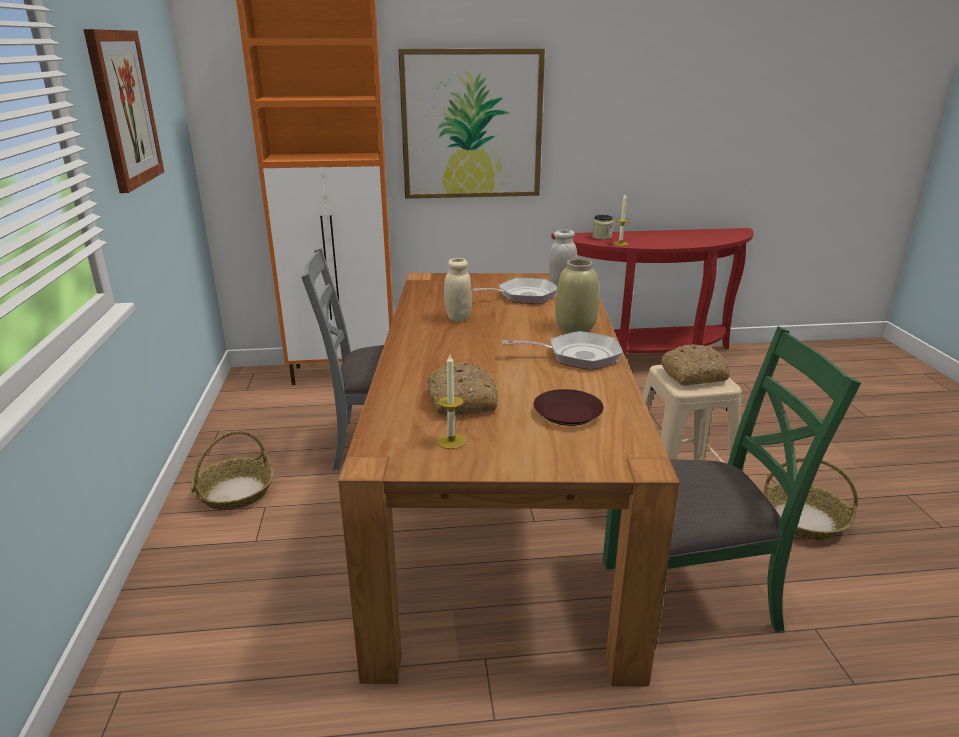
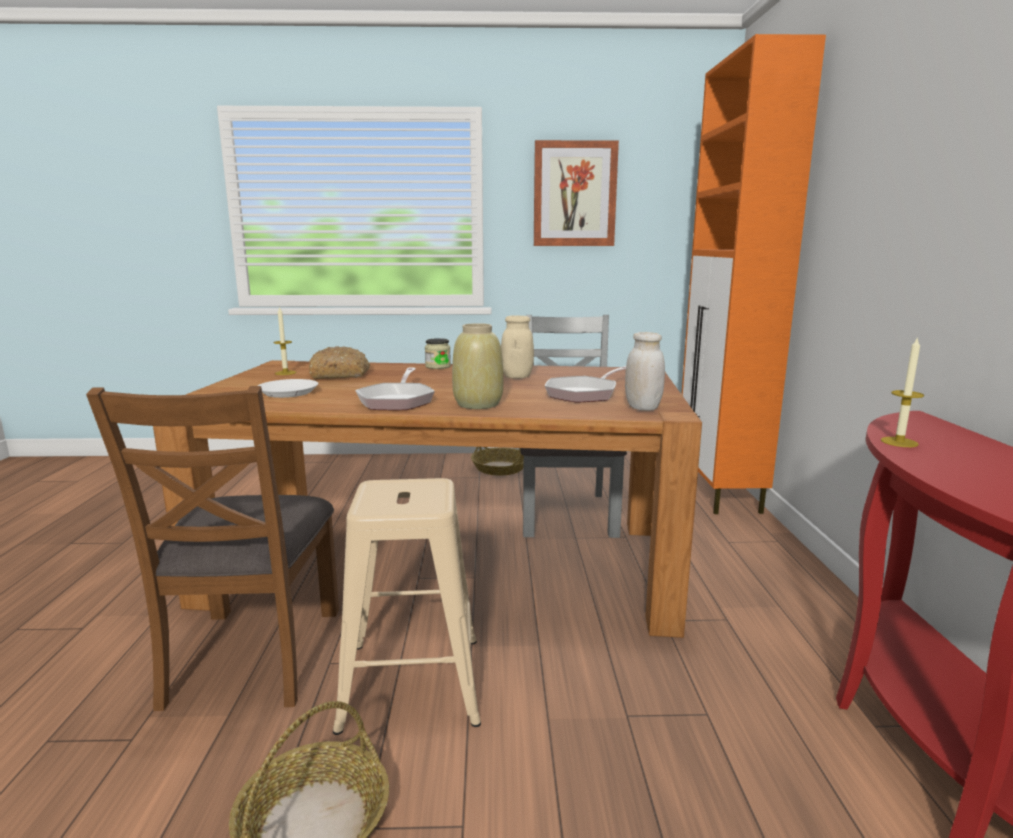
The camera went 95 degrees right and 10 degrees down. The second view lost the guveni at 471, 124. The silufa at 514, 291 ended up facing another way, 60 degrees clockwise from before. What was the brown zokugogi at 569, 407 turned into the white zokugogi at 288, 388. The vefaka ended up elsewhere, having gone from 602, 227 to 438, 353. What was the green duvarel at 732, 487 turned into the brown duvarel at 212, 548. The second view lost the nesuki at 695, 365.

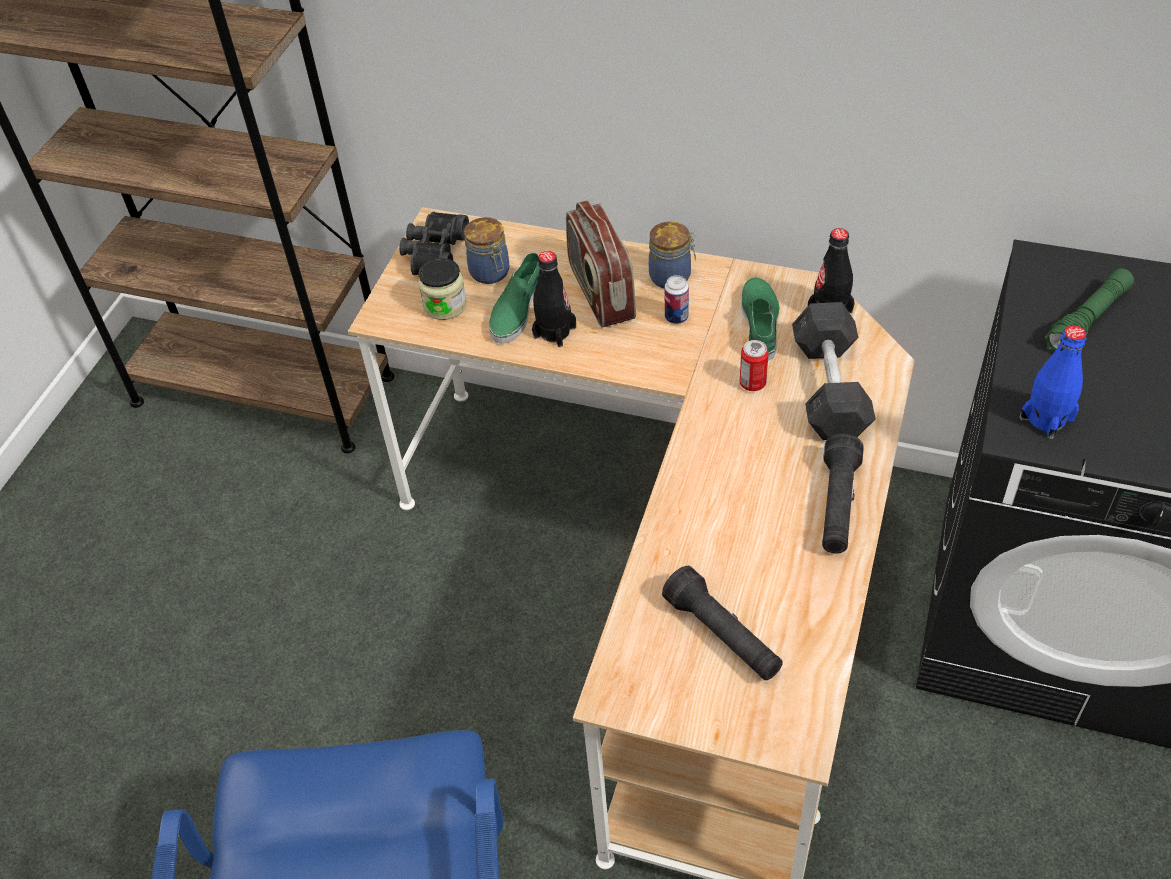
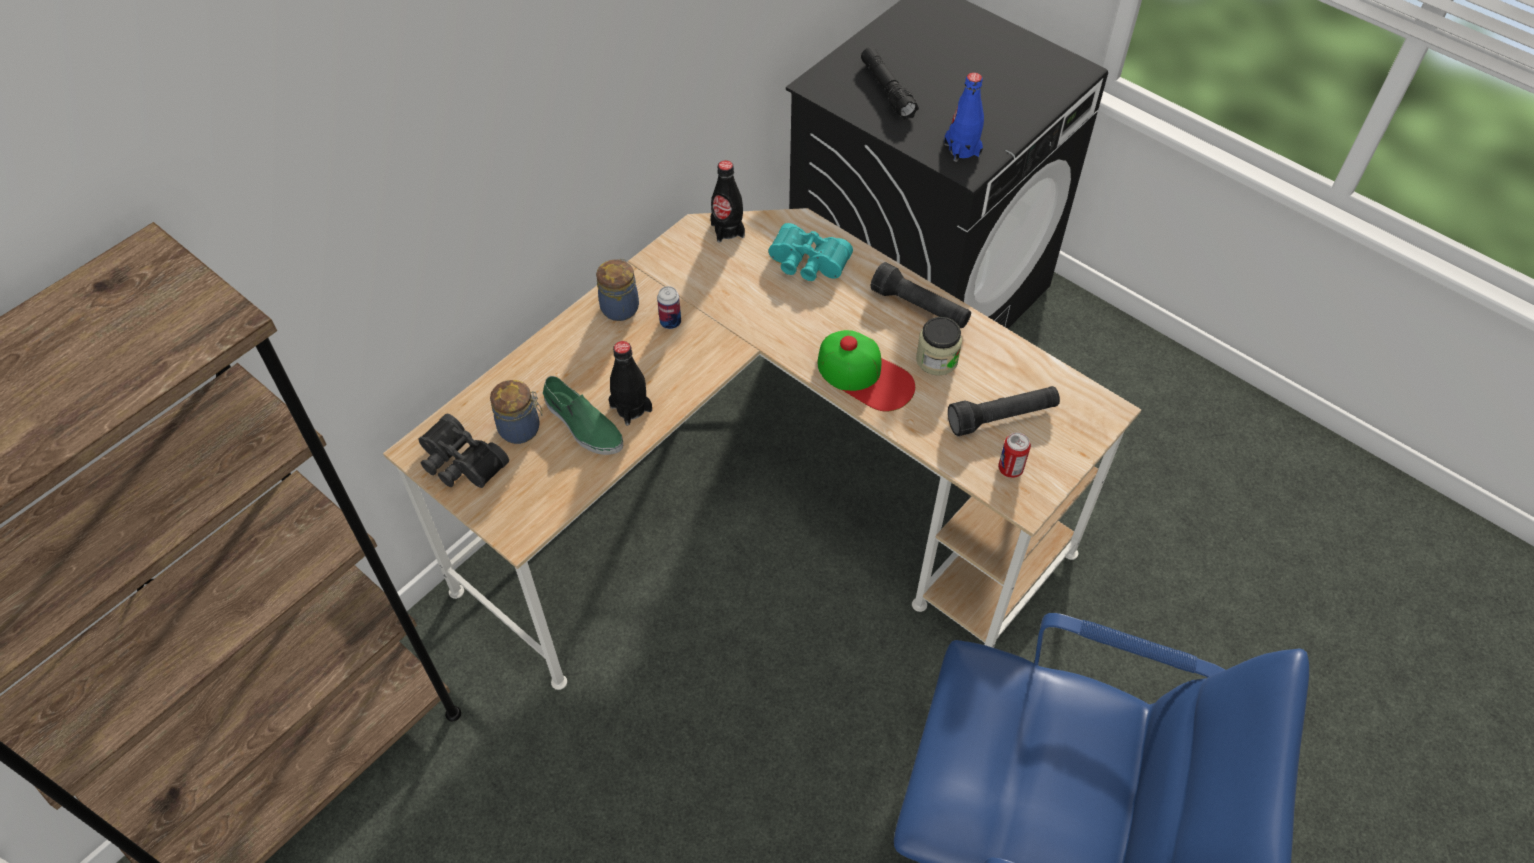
The camera went 70 degrees left and 5 degrees up. The vefaka ended up elsewhere, having gone from 442, 289 to 939, 346. The second view lost the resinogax at 601, 264. The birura ended up elsewhere, having gone from 754, 365 to 1014, 455. The second view lost the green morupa at 760, 319. Where the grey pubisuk stood at 834, 371, the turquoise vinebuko came to stand at 810, 252. What was the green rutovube at 1089, 310 turned into the black rutovube at 890, 83. The second view gained the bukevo at 866, 371.

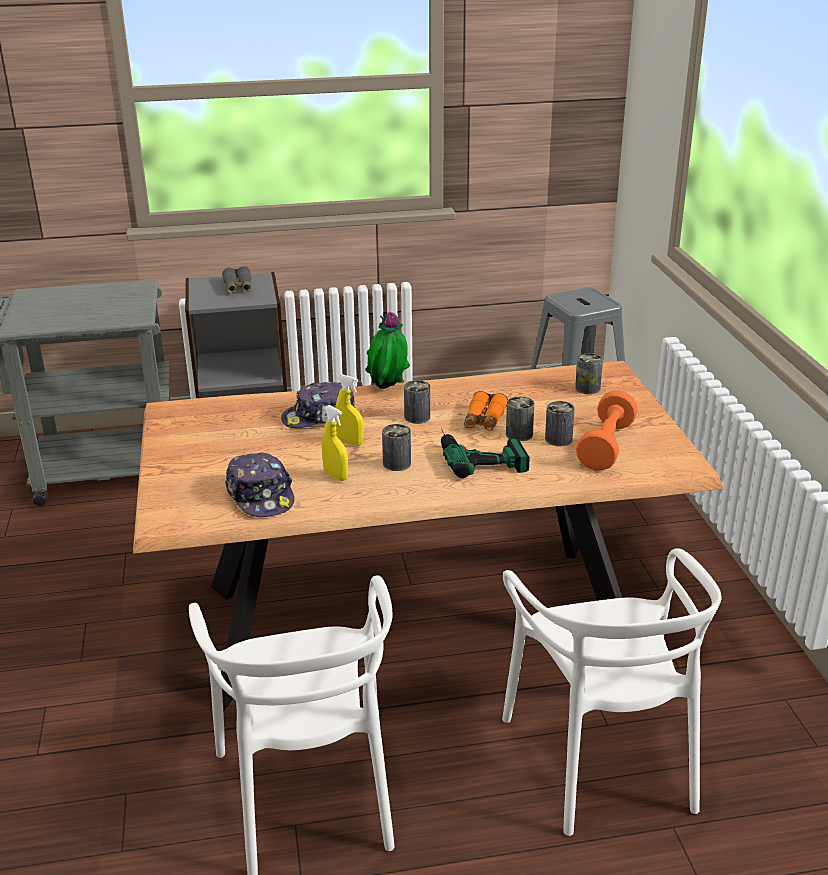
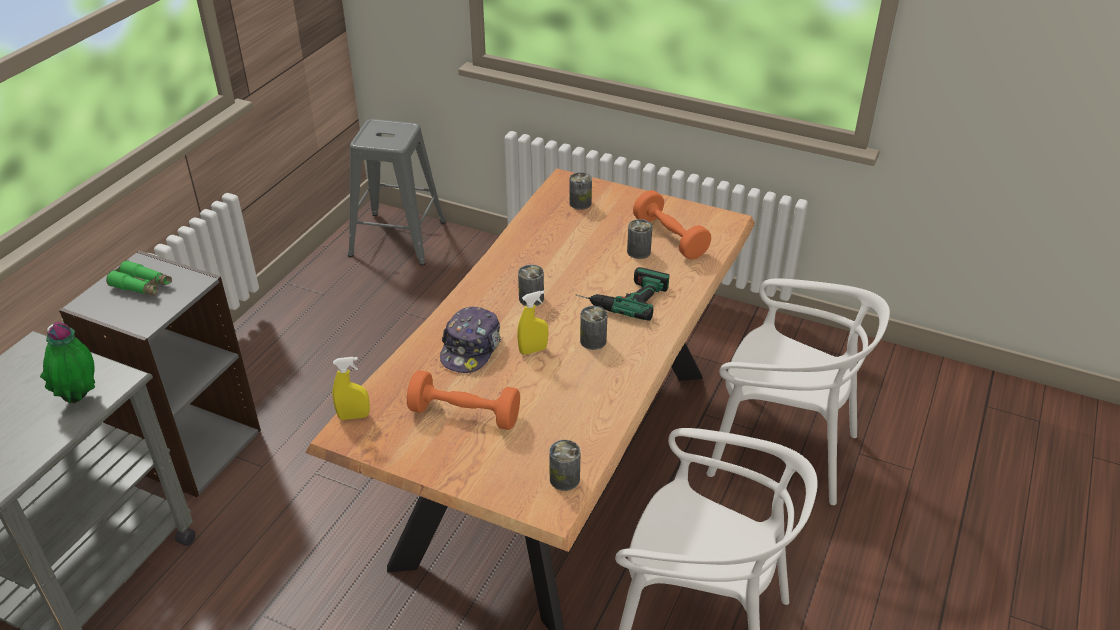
The camera went 55 degrees left and 10 degrees up. What was the grey vinebuko at 237, 279 turned into the green vinebuko at 139, 278. The second view lost the bukevo at 259, 485. The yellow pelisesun ended up elsewhere, having gone from 335, 443 to 351, 388. The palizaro ended up elsewhere, having gone from 387, 350 to 67, 363. The second view lost the orange vinebuko at 486, 411. The birura ended up elsewhere, having gone from 520, 419 to 564, 465. The second view gained the orange pubisuk at 463, 400.

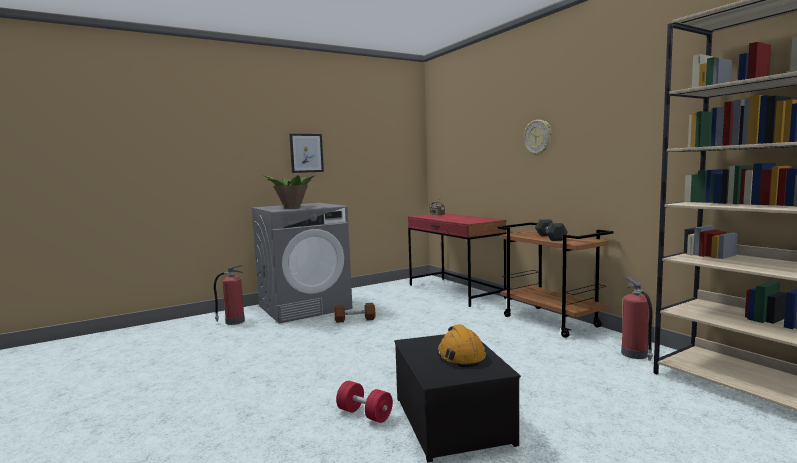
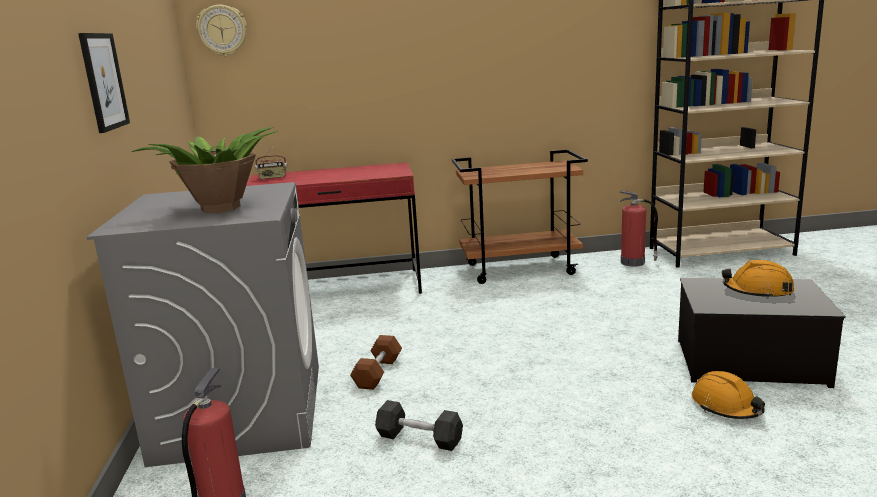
The camera went 65 degrees left and 10 degrees up. Where the red pubisuk stood at 364, 402, the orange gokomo came to stand at 728, 395. The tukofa ended up elsewhere, having gone from 538, 138 to 221, 30. The grey pubisuk ended up elsewhere, having gone from 551, 230 to 419, 425.

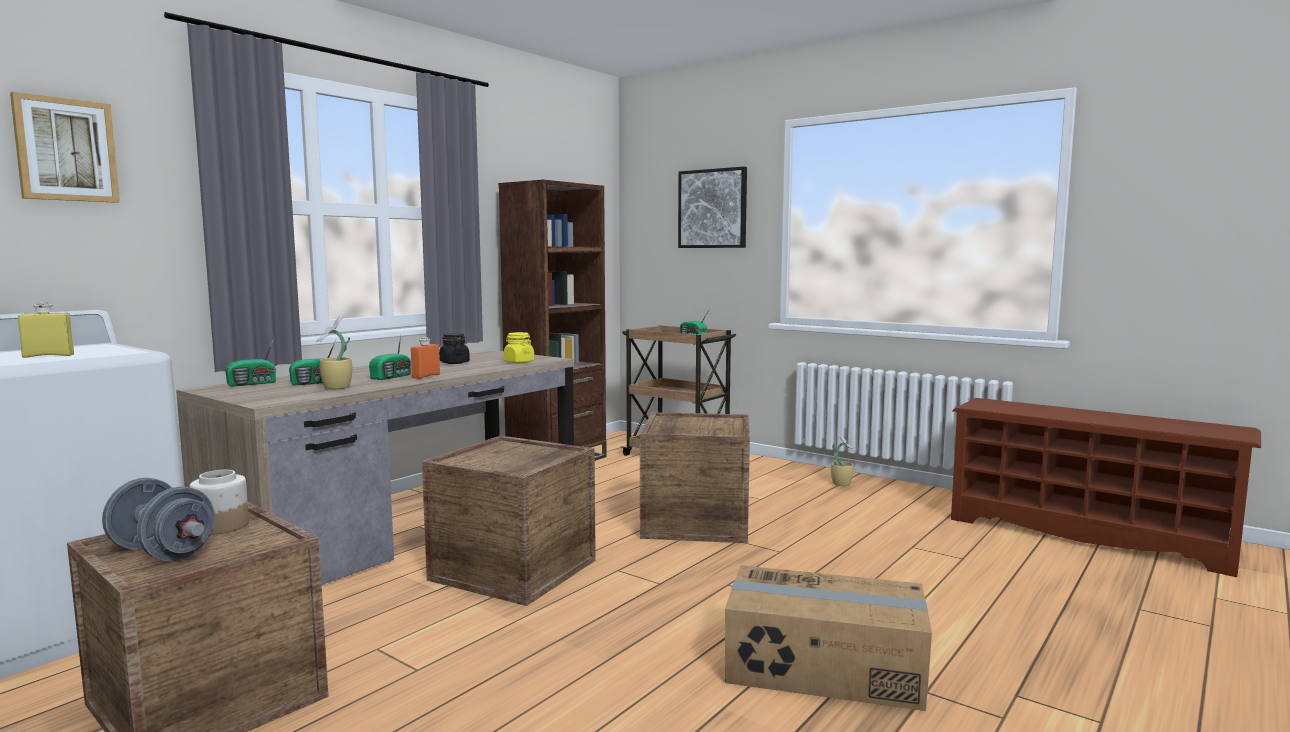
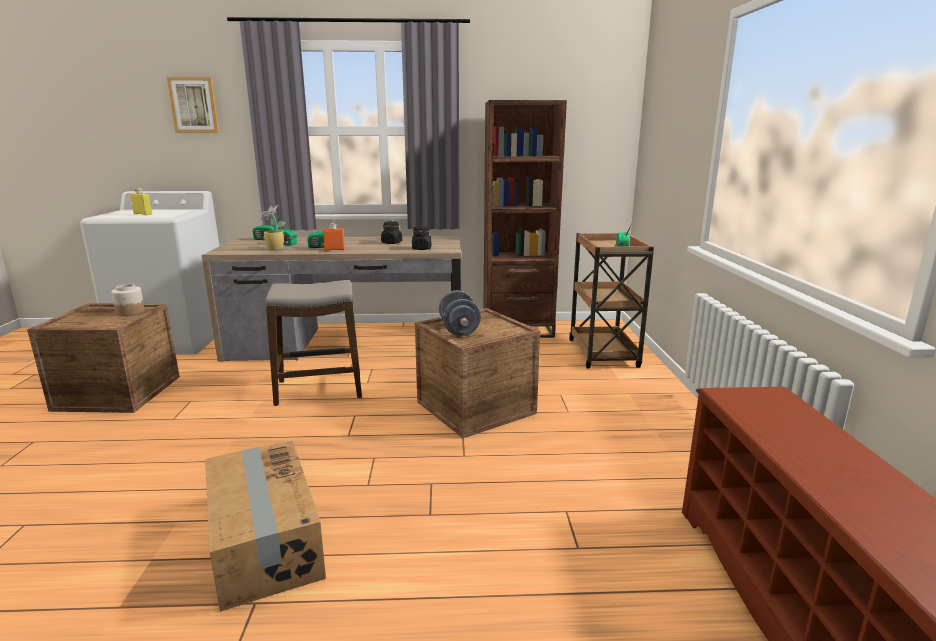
The camera went 50 degrees right and 10 degrees up. The grey pubisuk ended up elsewhere, having gone from 158, 519 to 460, 313. Where the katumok stood at 509, 521, the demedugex came to stand at 313, 343. What was the yellow vefaka at 519, 347 turned into the black vefaka at 421, 238. The second view lost the guveni at 712, 207. The second view lost the palizaro at 843, 459.

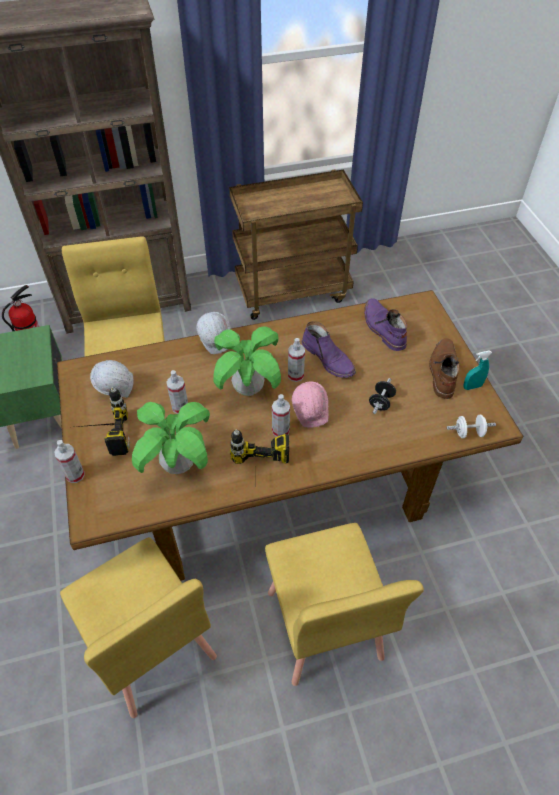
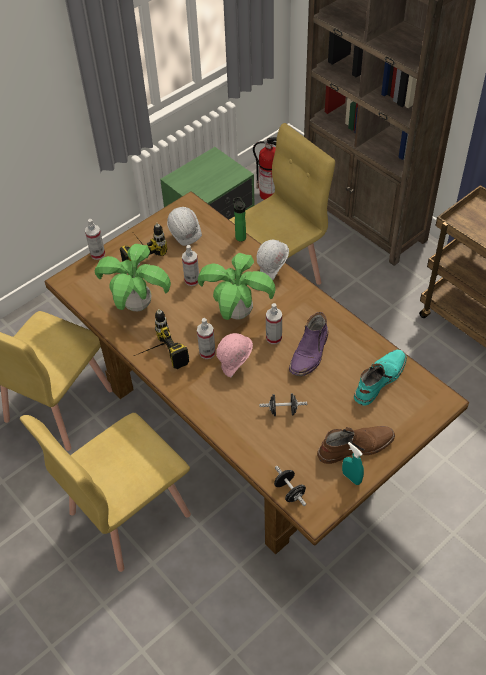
The camera went 65 degrees right and 0 degrees up. What was the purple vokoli at 385, 324 turned into the turquoise vokoli at 380, 378. What was the white pubisuk at 471, 427 turned into the black pubisuk at 290, 486. The second view gained the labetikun at 239, 219.

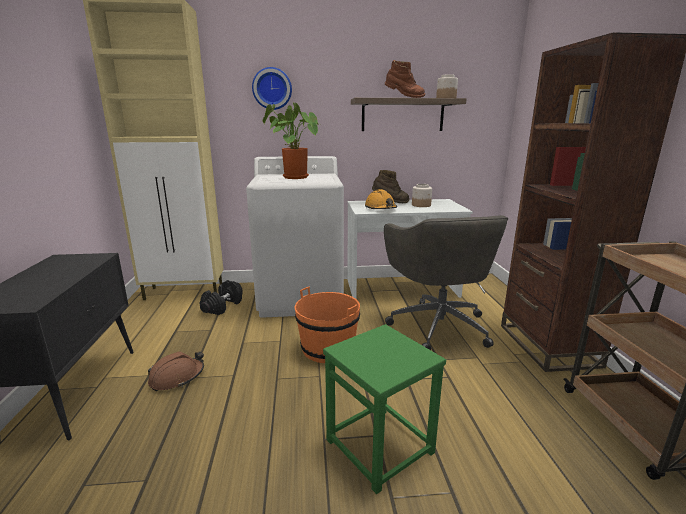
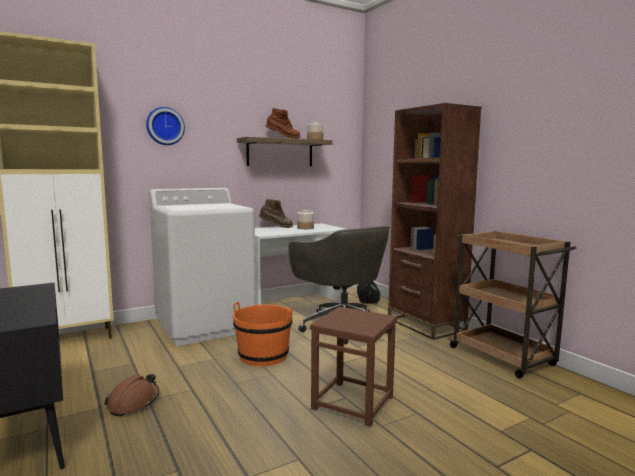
The camera went 25 degrees left and 10 degrees down. The black pubisuk ended up elsewhere, having gone from 221, 297 to 368, 292. The second view lost the palizaro at 291, 140. What was the green demedugex at 384, 409 turned into the brown demedugex at 353, 367. The second view lost the orange gokomo at 381, 199.

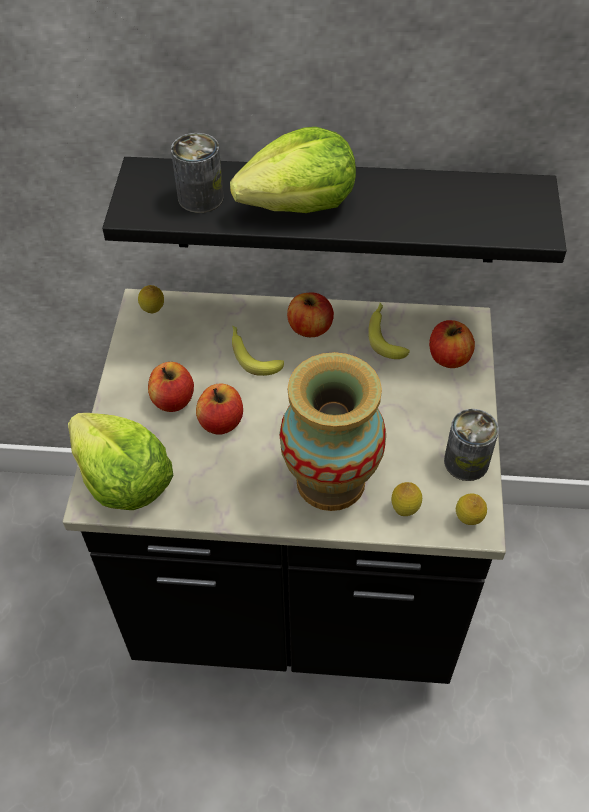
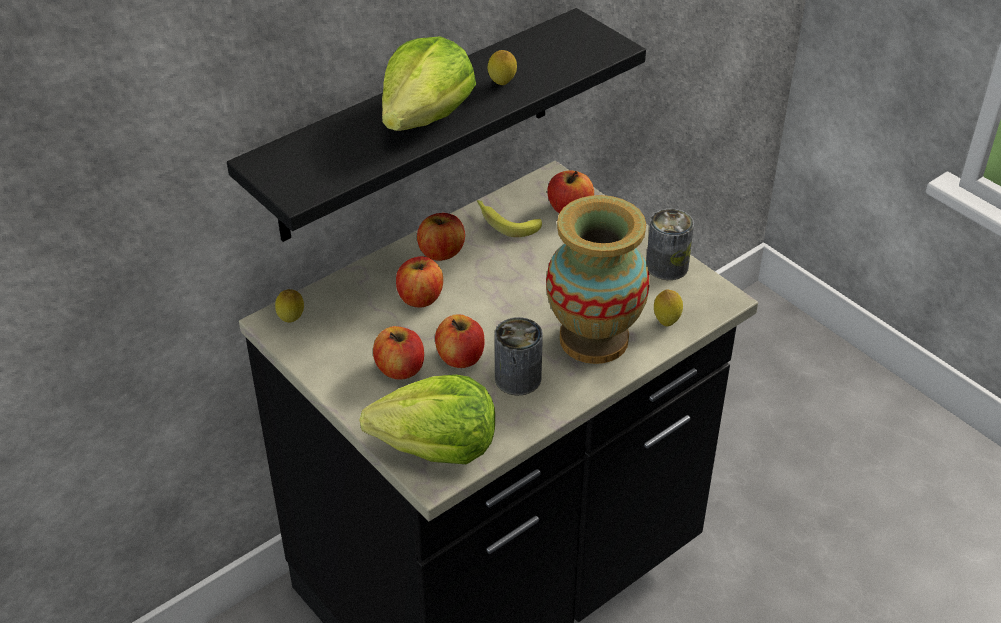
The camera went 45 degrees left and 10 degrees down. The birura ended up elsewhere, having gone from 197, 173 to 519, 356. Where the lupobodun stood at 258, 351, the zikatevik came to stand at 419, 282. The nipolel ended up elsewhere, having gone from 471, 509 to 502, 67.

